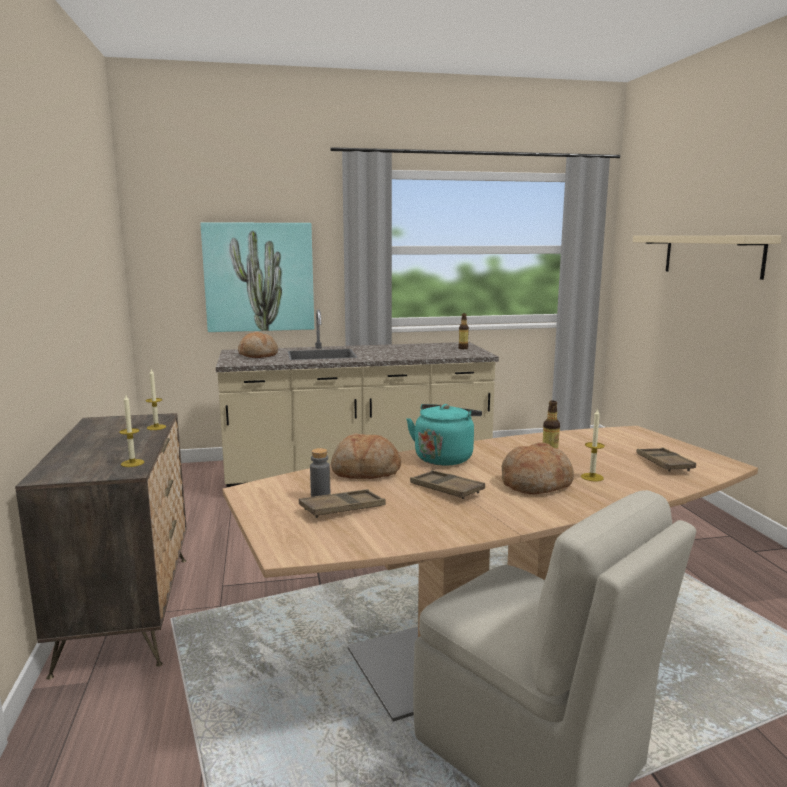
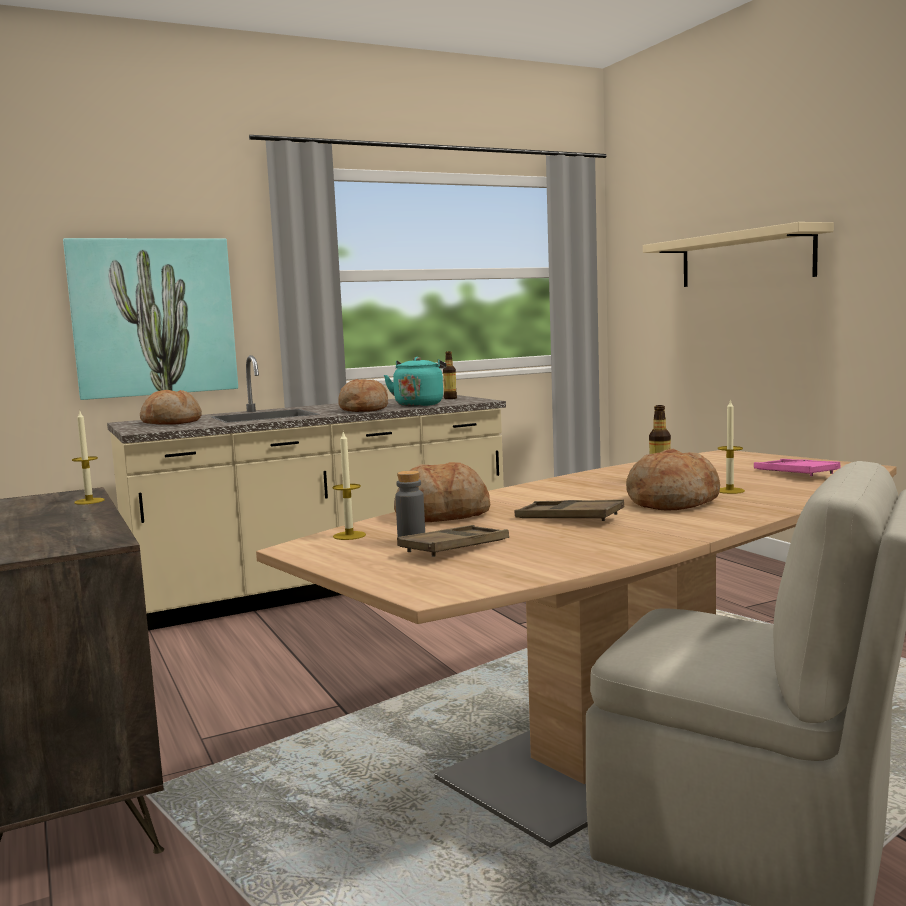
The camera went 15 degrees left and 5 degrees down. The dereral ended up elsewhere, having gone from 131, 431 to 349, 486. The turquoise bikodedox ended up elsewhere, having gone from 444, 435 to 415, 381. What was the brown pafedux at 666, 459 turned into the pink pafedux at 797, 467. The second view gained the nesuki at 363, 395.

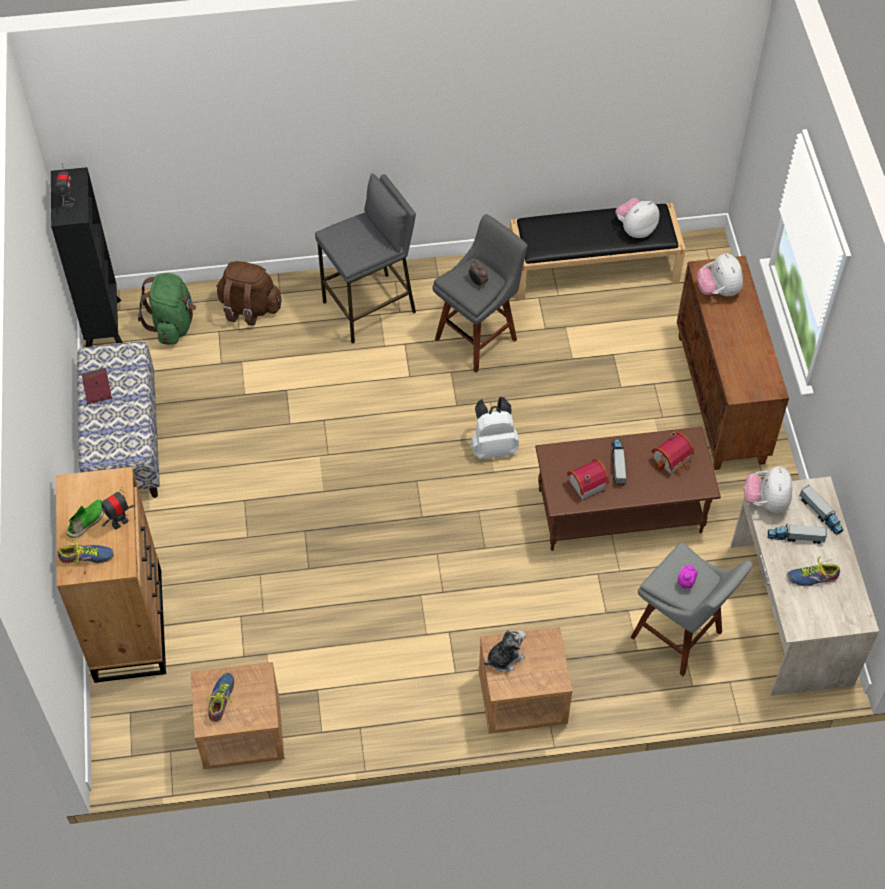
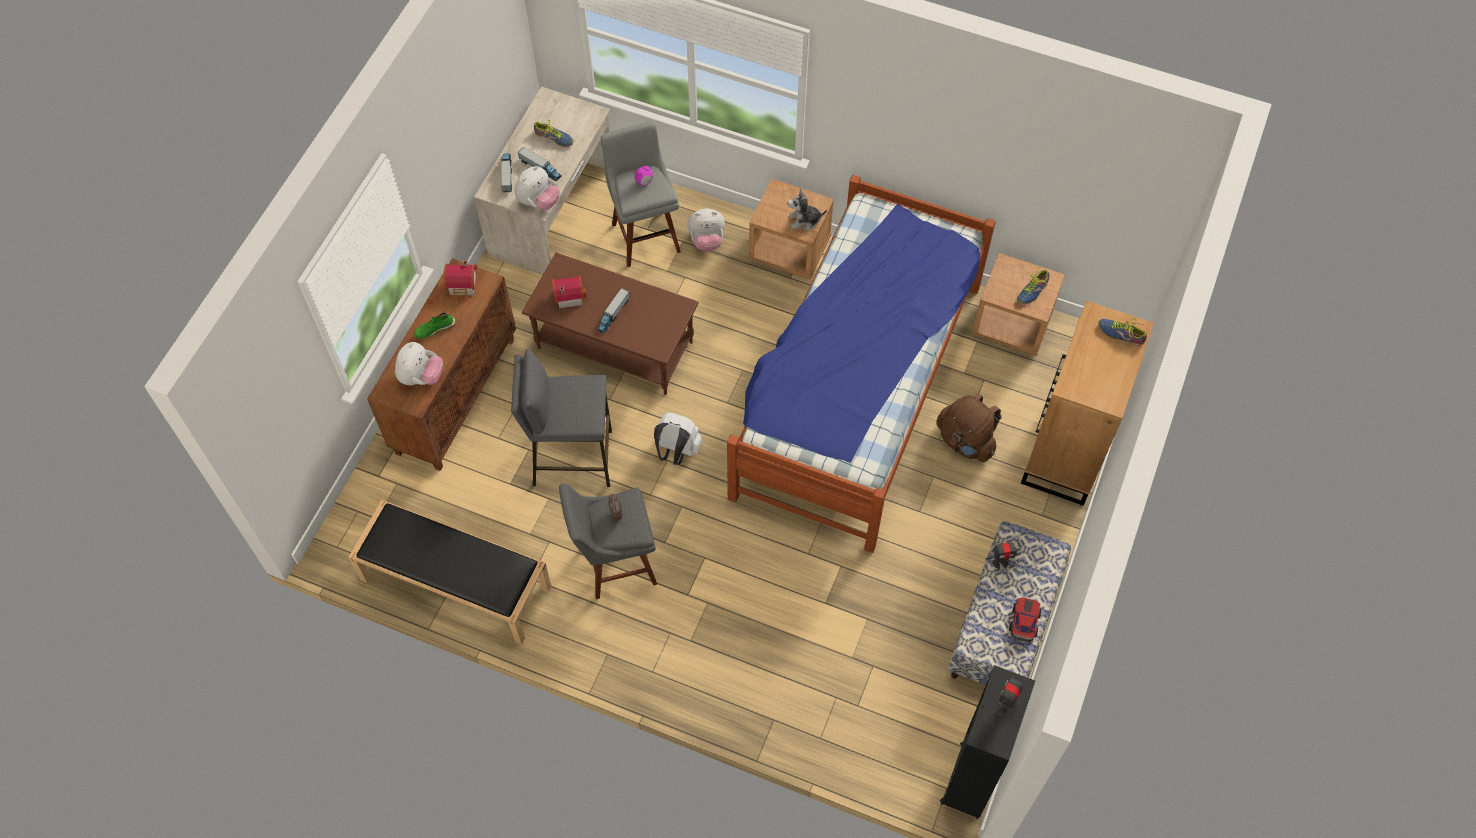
The camera went 150 degrees left and 5 degrees up. The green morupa ended up elsewhere, having gone from 85, 519 to 435, 326. Where the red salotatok stood at 97, 386, the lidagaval came to stand at 1025, 620. The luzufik ended up elsewhere, having gone from 117, 508 to 1002, 555. The second view lost the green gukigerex at 167, 309. The brown gukigerex ended up elsewhere, having gone from 249, 293 to 969, 427. The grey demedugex ended up elsewhere, having gone from 365, 258 to 561, 418. The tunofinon ended up elsewhere, having gone from 588, 479 to 460, 281. The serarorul ended up elsewhere, having gone from 637, 218 to 706, 230. The second view gained the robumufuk at 861, 364.

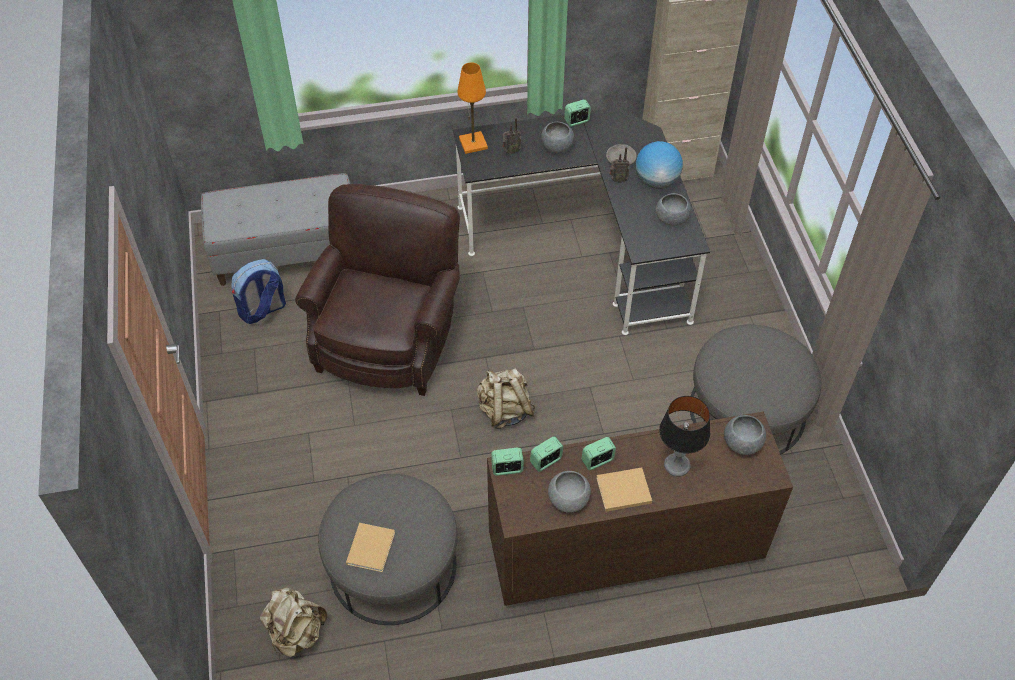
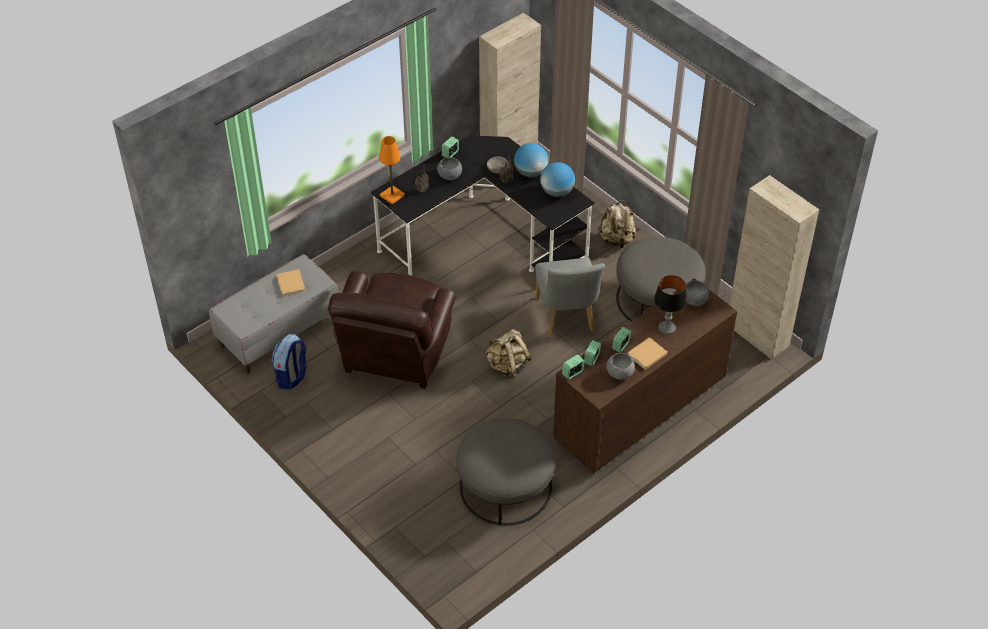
The camera went 30 degrees left and 5 degrees down. The beige gukigerex ended up elsewhere, having gone from 294, 622 to 617, 224. The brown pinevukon at 377, 290 ended up facing another way, 150 degrees counterclockwise from before. The beige salotatok ended up elsewhere, having gone from 370, 547 to 291, 283. Where the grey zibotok stood at 673, 209, the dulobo came to stand at 557, 179. The second view gained the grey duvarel at 570, 297. The second view gained the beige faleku at 774, 267.

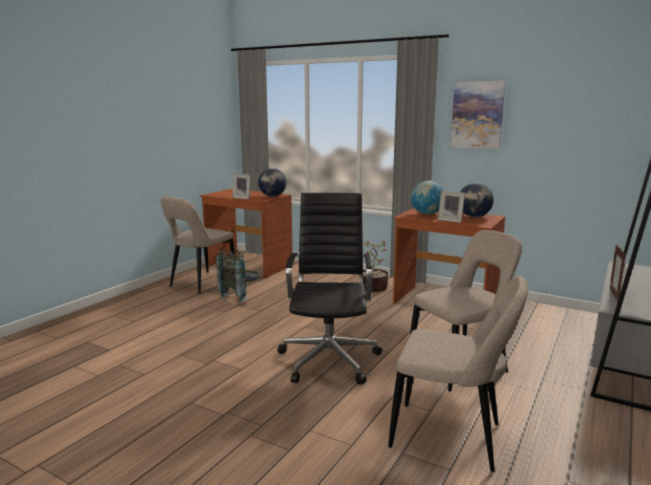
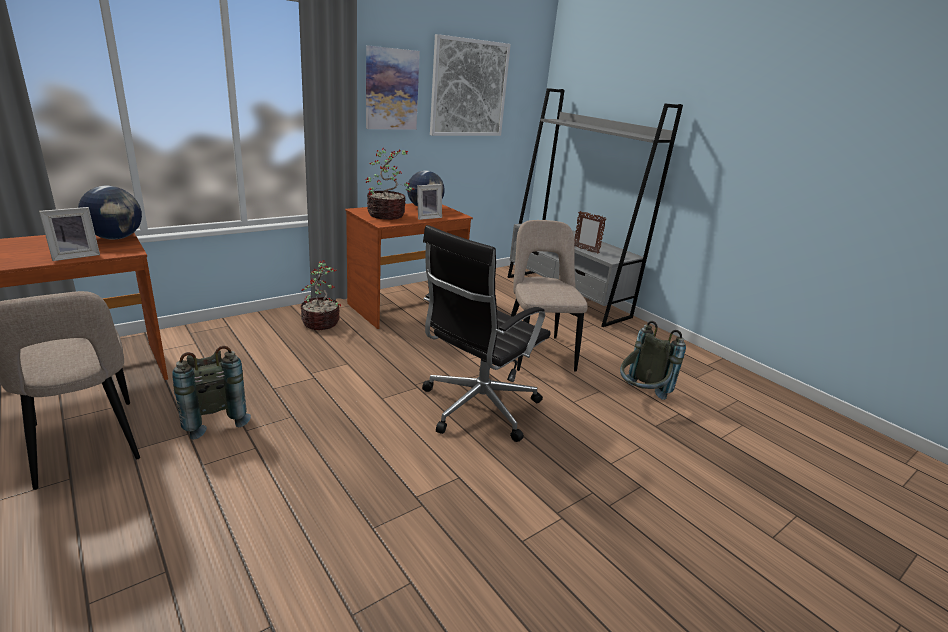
The camera went 70 degrees left and 10 degrees up. The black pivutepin at 329, 289 ended up facing another way, 75 degrees counterclockwise from before. Where the beige duvarel stood at 458, 374, the grey gukigerex came to stand at 653, 360. Where the dulobo stood at 427, 198, the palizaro came to stand at 390, 184. The second view gained the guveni at 470, 85.

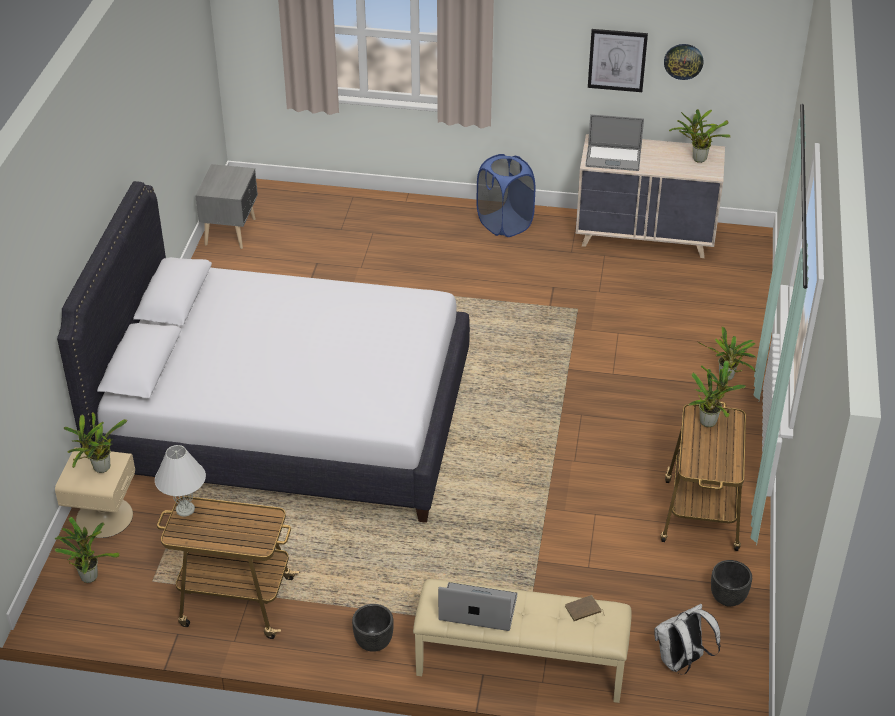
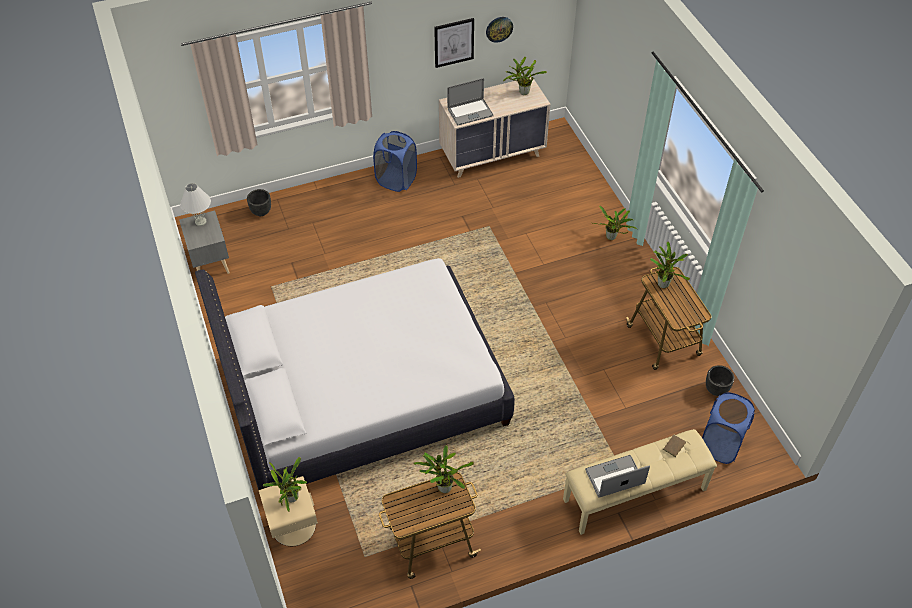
The camera went 30 degrees left and 10 degrees up. The palizaro ended up elsewhere, having gone from 87, 550 to 443, 469. The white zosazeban ended up elsewhere, having gone from 180, 481 to 195, 204. The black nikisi ended up elsewhere, having gone from 373, 628 to 259, 202. Where the white gukigerex stood at 687, 639, the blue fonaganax came to stand at 728, 428.

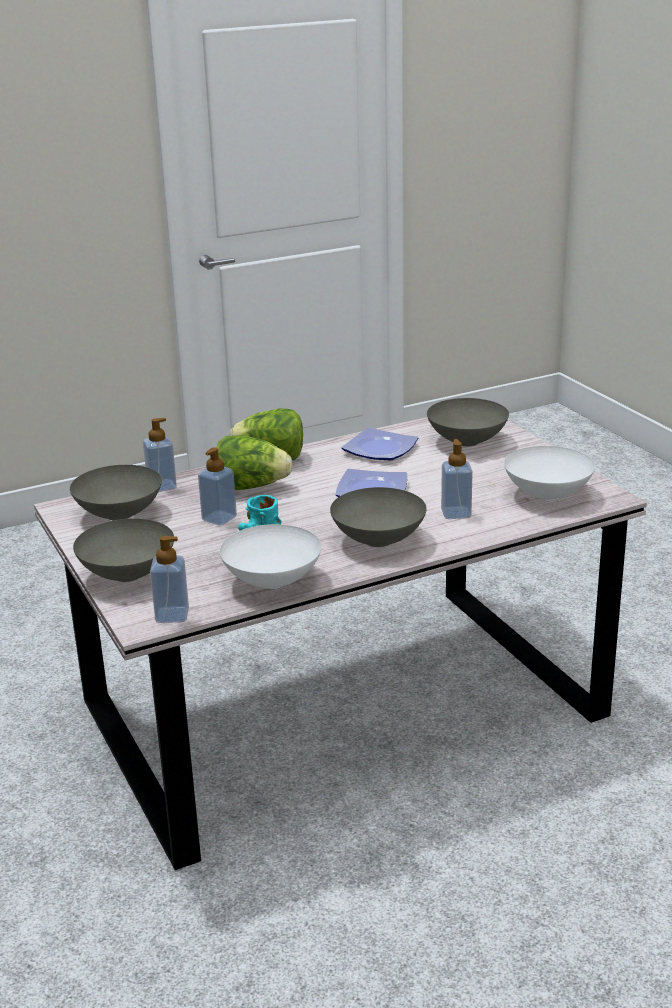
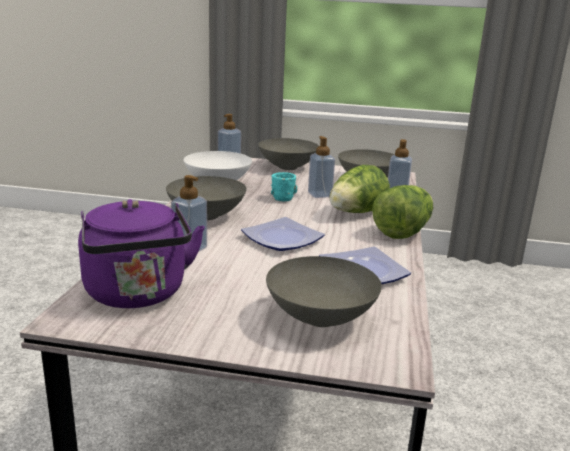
The camera went 125 degrees right and 5 degrees down. Where the white zibotok stood at 549, 473, the purple bikodedox came to stand at 141, 253.

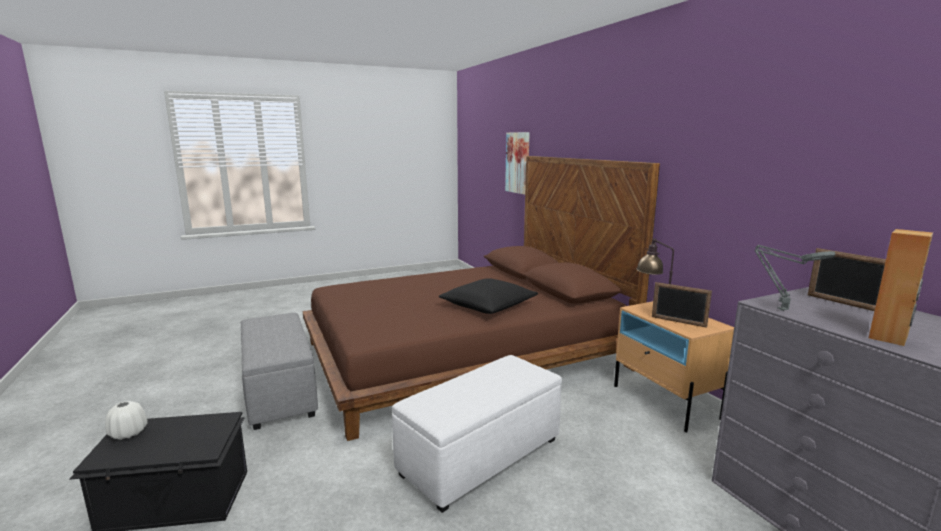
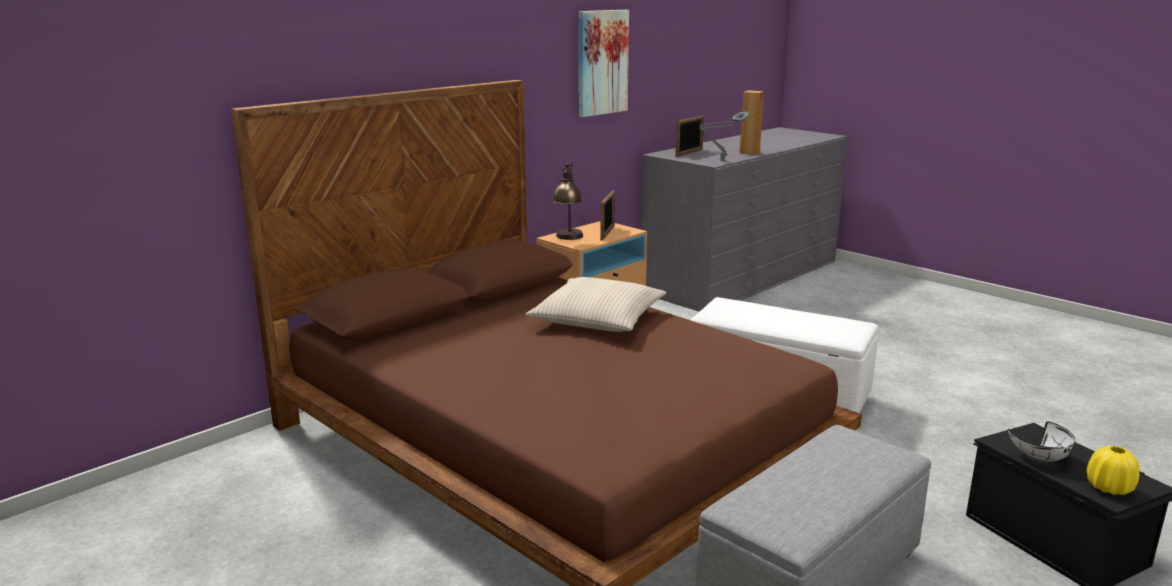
The camera went 110 degrees left and 5 degrees up. What was the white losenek at 126, 420 turned into the yellow losenek at 1113, 470. What was the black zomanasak at 488, 296 turned into the beige zomanasak at 596, 304. The guveni ended up elsewhere, having gone from 517, 163 to 604, 63. The second view gained the white zibotok at 1041, 441.

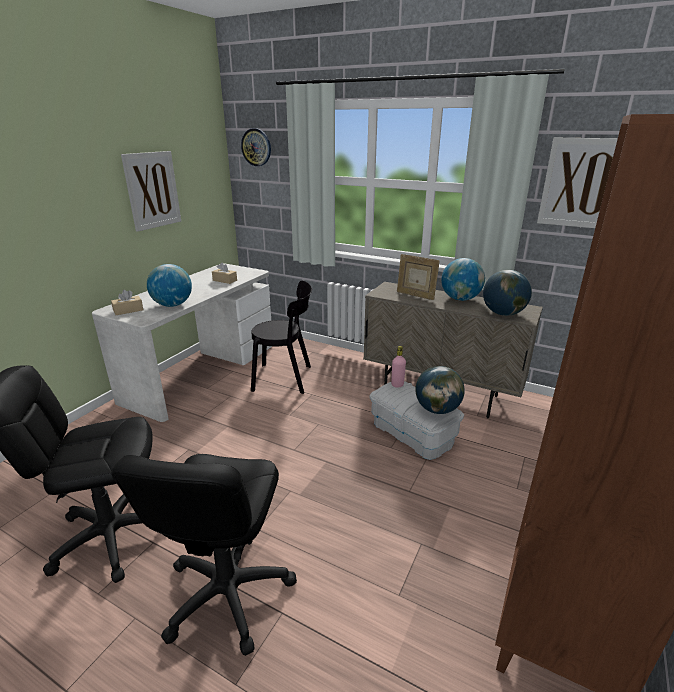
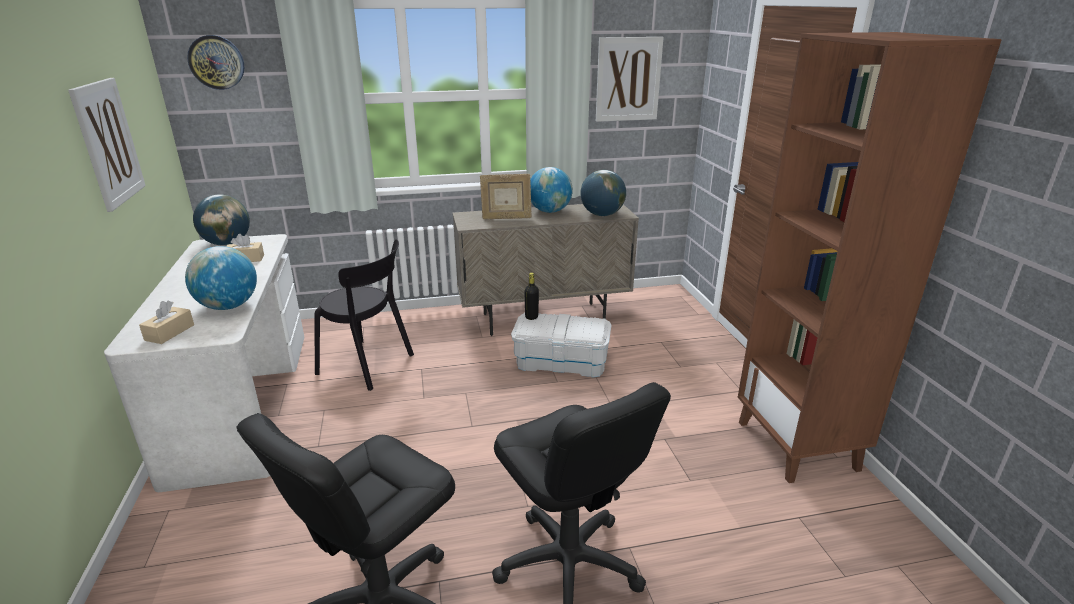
The camera went 40 degrees left and 0 degrees up. The black duvarel at 281, 337 ended up facing another way, 60 degrees clockwise from before. What was the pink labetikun at 398, 367 turned into the black labetikun at 531, 296. The dulobo ended up elsewhere, having gone from 440, 390 to 221, 220.

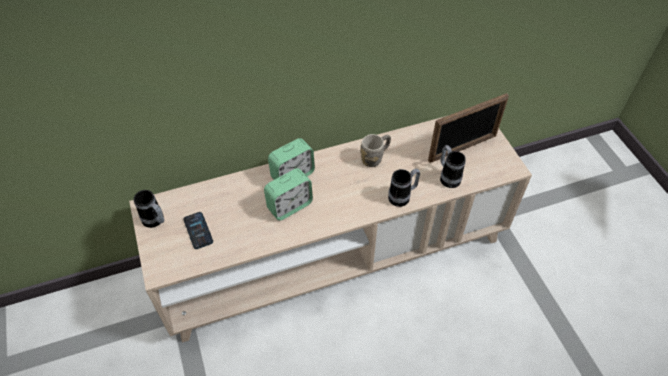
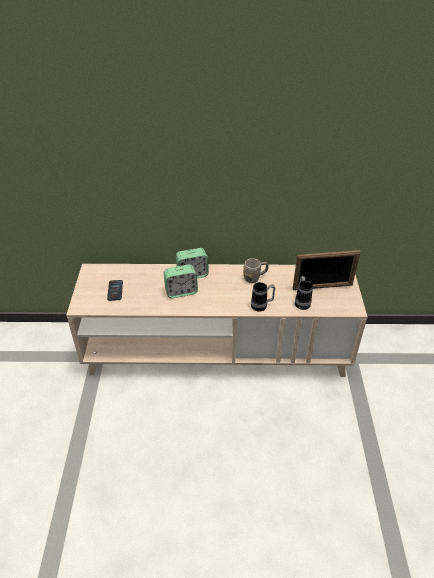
The camera went 20 degrees right and 10 degrees down. The second view lost the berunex at 149, 209.

